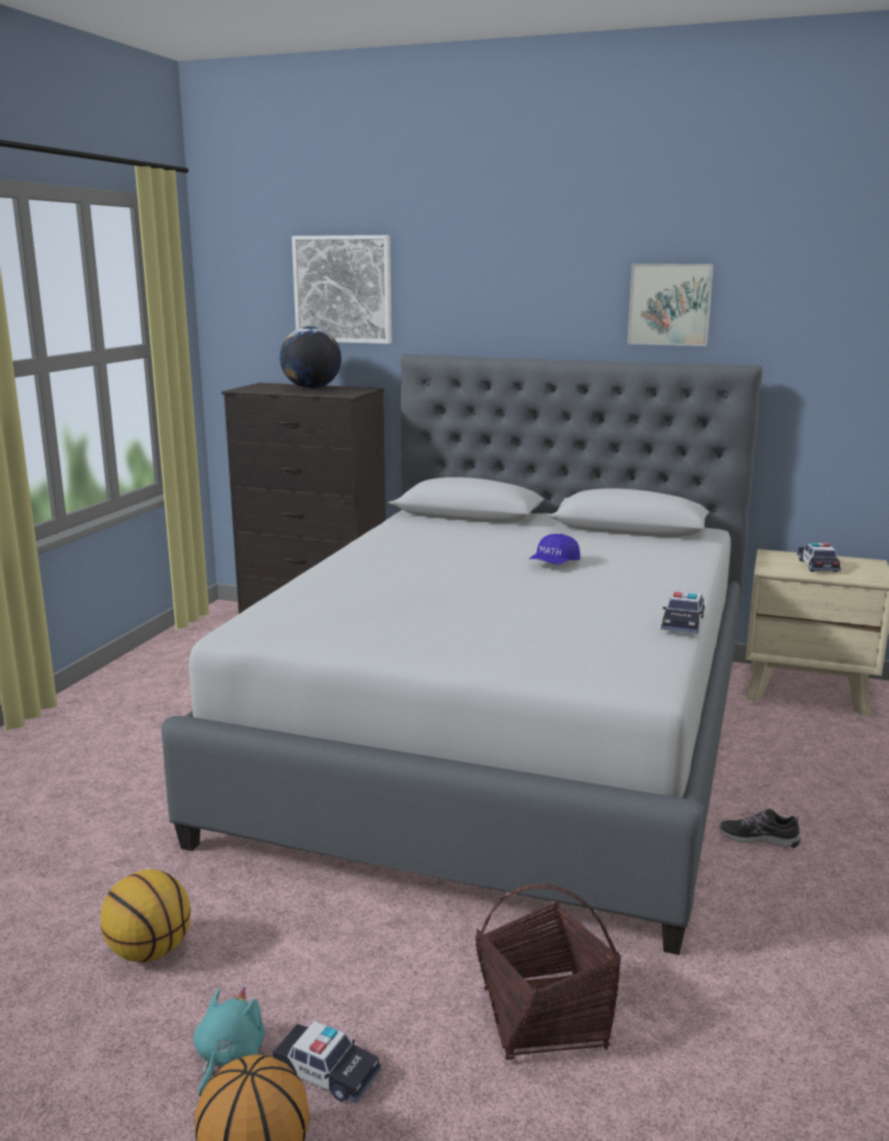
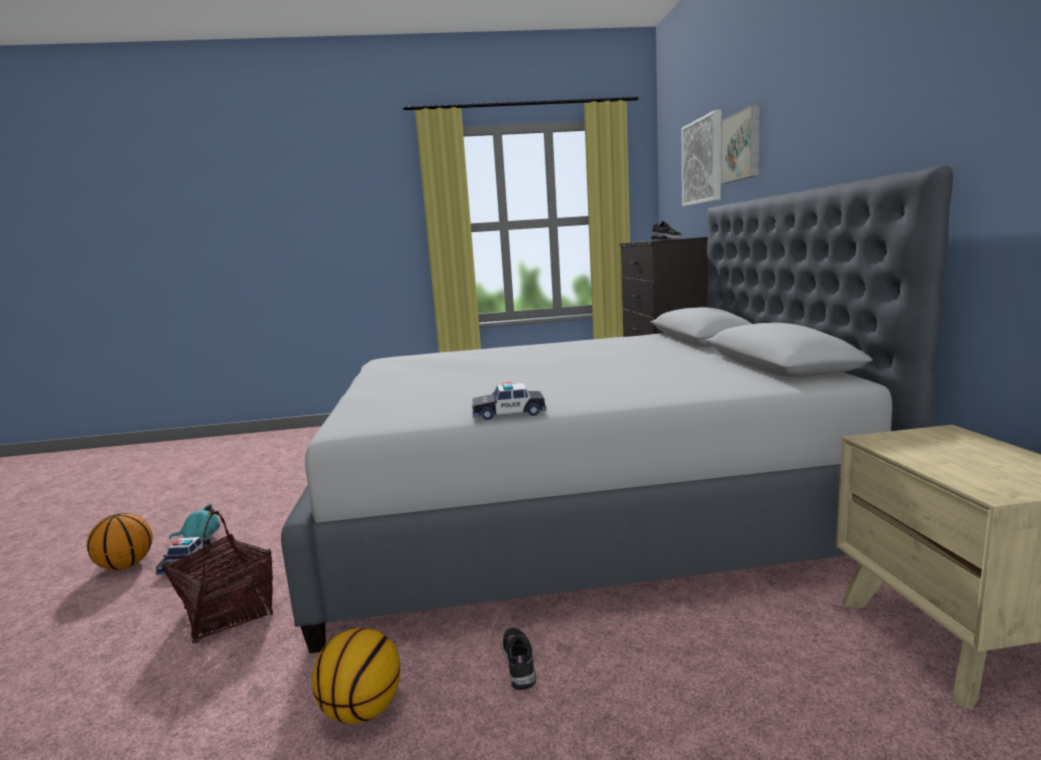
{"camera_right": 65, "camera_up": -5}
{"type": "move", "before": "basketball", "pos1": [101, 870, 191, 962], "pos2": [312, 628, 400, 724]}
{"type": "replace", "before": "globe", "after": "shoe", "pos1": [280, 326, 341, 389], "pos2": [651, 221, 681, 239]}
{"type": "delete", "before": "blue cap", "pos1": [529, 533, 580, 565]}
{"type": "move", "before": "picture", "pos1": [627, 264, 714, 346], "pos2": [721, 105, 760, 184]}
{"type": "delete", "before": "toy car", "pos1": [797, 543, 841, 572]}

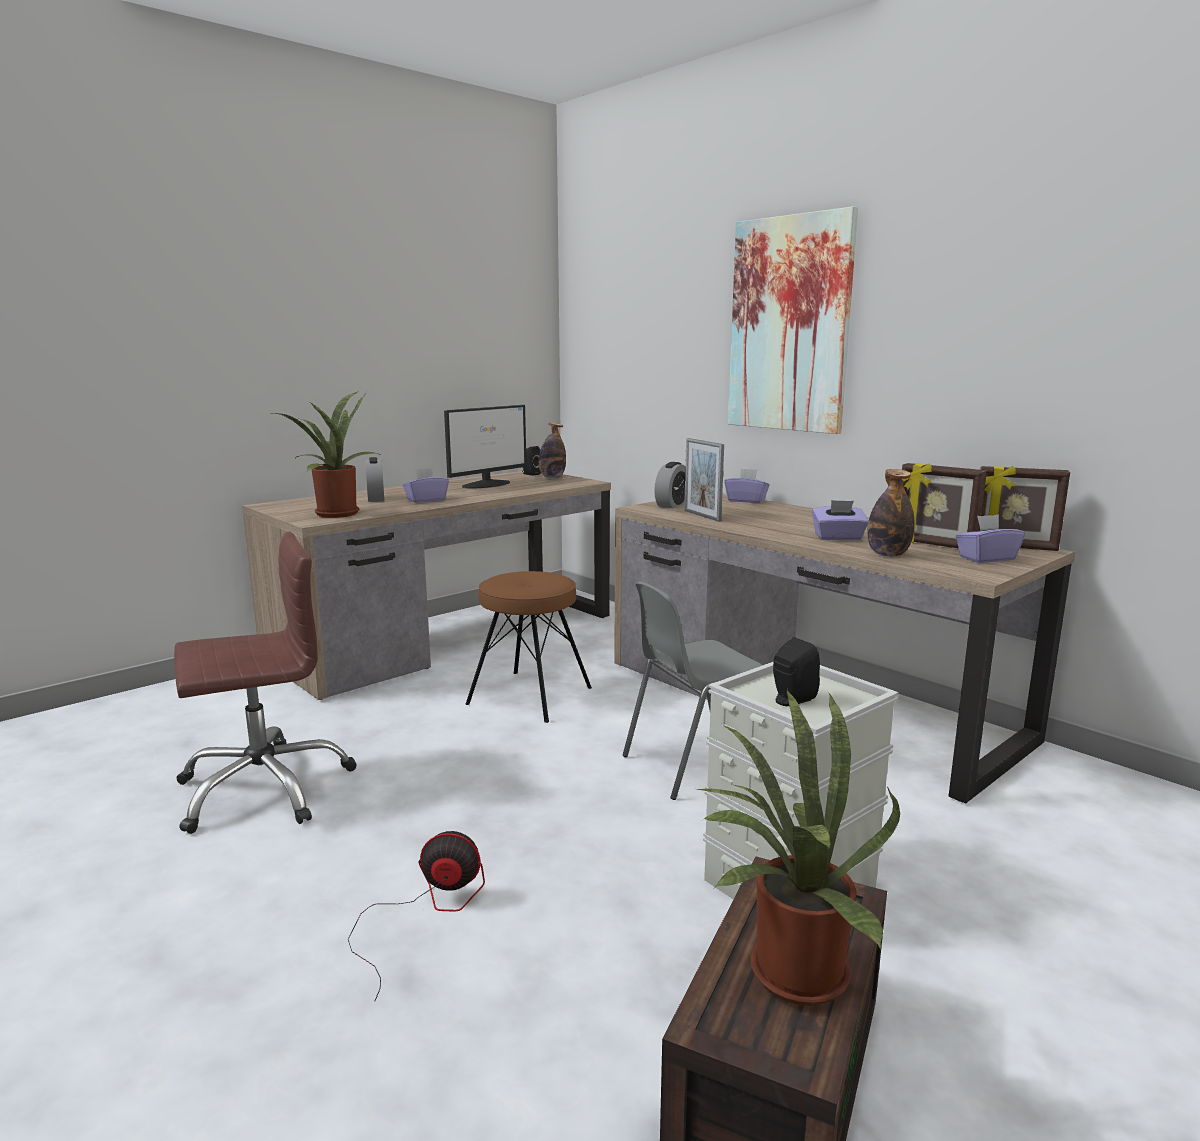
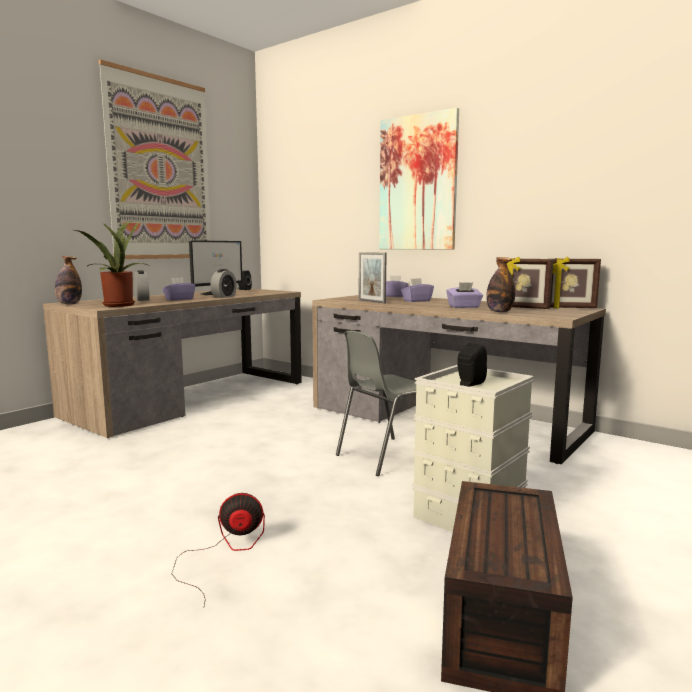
{"camera_right": -10, "camera_up": -5}
{"type": "delete", "before": "brown office chair", "pos1": [174, 532, 357, 834]}
{"type": "delete", "before": "brown stool", "pos1": [466, 571, 592, 723]}
{"type": "move", "before": "bottle", "pos1": [539, 423, 566, 478], "pos2": [55, 256, 82, 304]}
{"type": "move", "before": "alarm clock", "pos1": [654, 462, 685, 508], "pos2": [210, 269, 237, 298]}
{"type": "delete", "before": "potted plant", "pos1": [698, 689, 900, 1006]}
{"type": "move", "before": "purple tissue box", "pos1": [955, 514, 1025, 563], "pos2": [401, 278, 434, 302]}
{"type": "insert", "after": "picture", "pos2": [99, 59, 211, 259]}

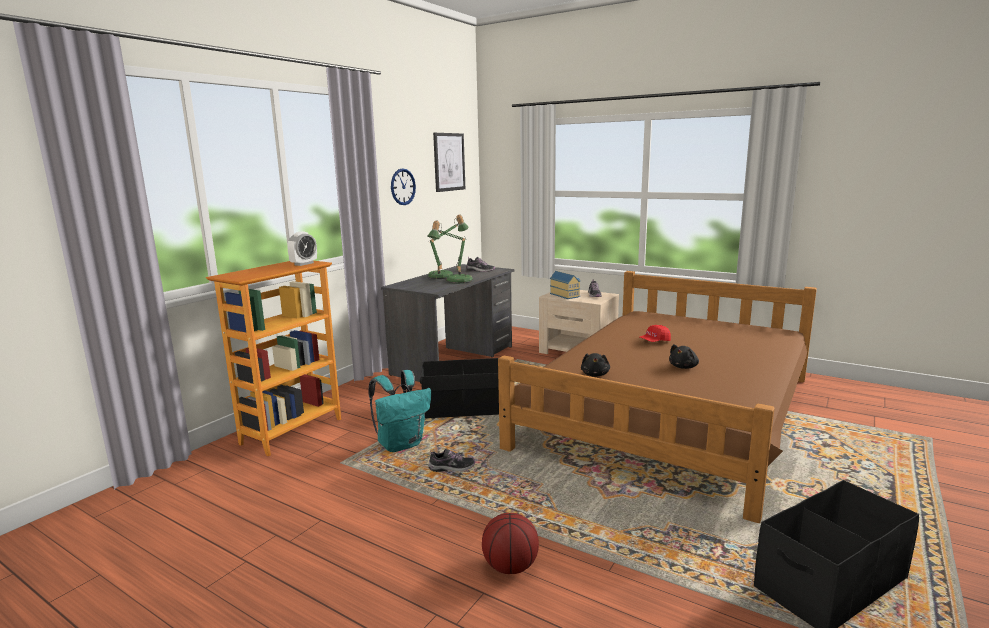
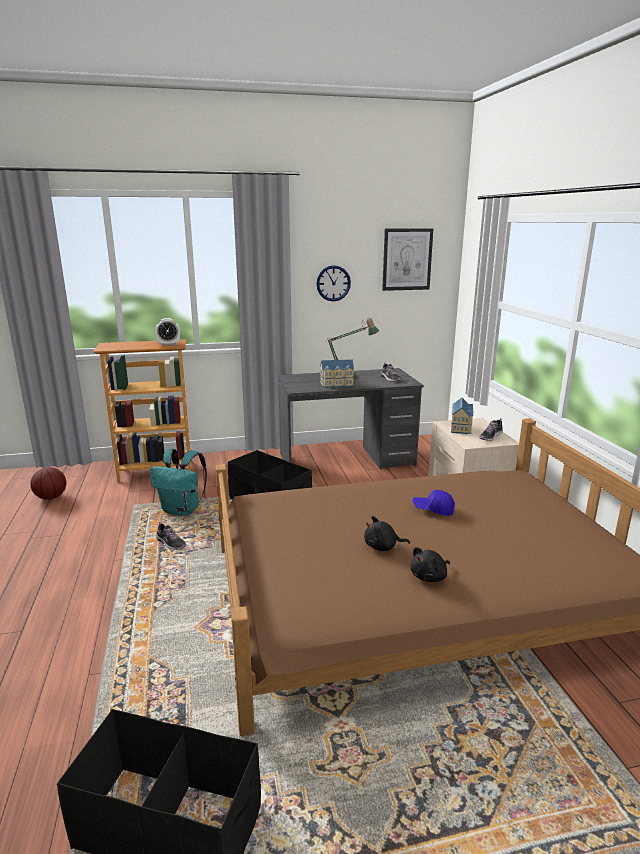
{"camera_right": 45, "camera_up": 5}
{"type": "replace", "before": "table lamp", "after": "toy house", "pos1": [428, 220, 474, 284], "pos2": [320, 359, 354, 388]}
{"type": "move", "before": "basketball", "pos1": [482, 513, 539, 574], "pos2": [30, 467, 66, 500]}
{"type": "move", "before": "black plush toy", "pos1": [581, 353, 610, 377], "pos2": [410, 547, 450, 582]}
{"type": "recolor", "before": "red cap", "after": "blue cap", "pos1": [640, 325, 671, 342], "pos2": [413, 490, 455, 516]}

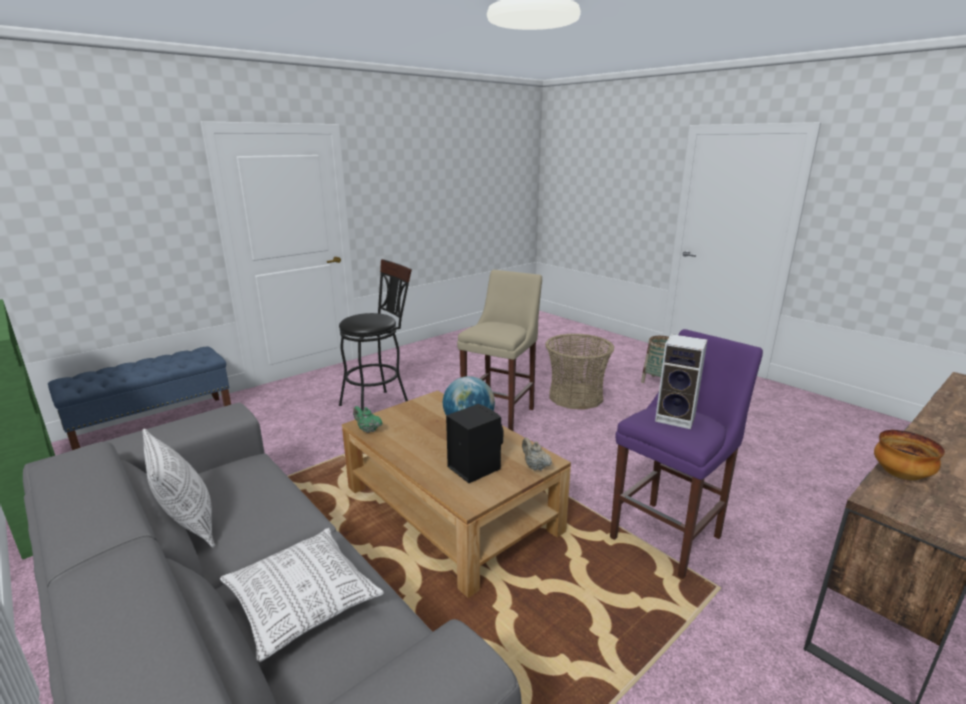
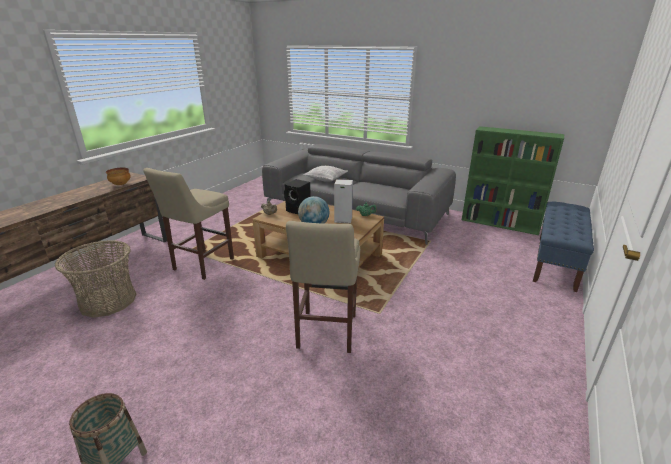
{"camera_right": 160, "camera_up": 5}
{"type": "delete", "before": "pillow", "pos1": [142, 428, 215, 548]}
{"type": "delete", "before": "black stool", "pos1": [339, 259, 412, 411]}
{"type": "move", "before": "basket", "pos1": [545, 333, 615, 410], "pos2": [55, 240, 136, 318]}
{"type": "recolor", "before": "purple stool", "after": "beige stool", "pos1": [610, 329, 763, 579], "pos2": [143, 168, 234, 280]}
{"type": "move", "before": "speaker", "pos1": [655, 334, 707, 429], "pos2": [334, 179, 353, 224]}

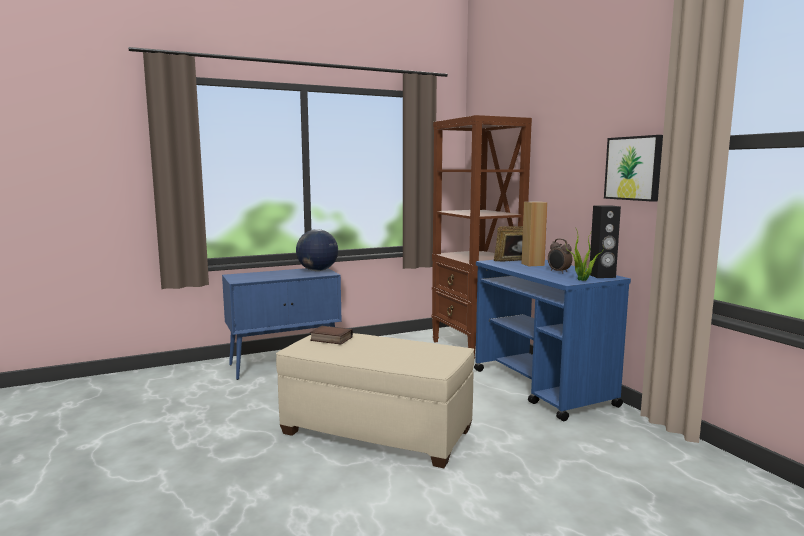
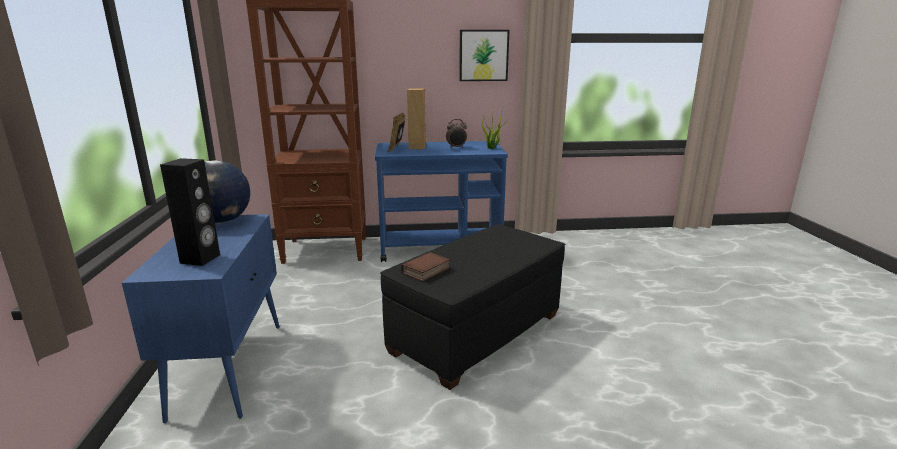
{"camera_right": -70, "camera_up": 10}
{"type": "recolor", "before": "beige ottoman", "after": "black ottoman", "pos1": [276, 333, 474, 468], "pos2": [380, 224, 566, 390]}
{"type": "move", "before": "black speaker", "pos1": [590, 205, 621, 278], "pos2": [160, 158, 220, 266]}

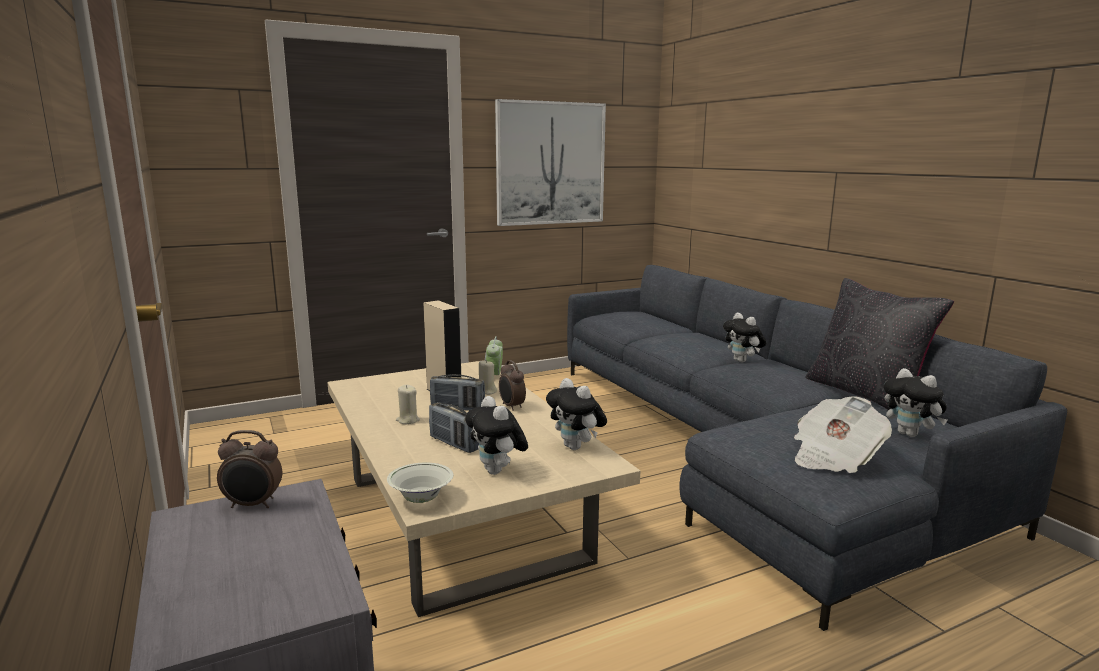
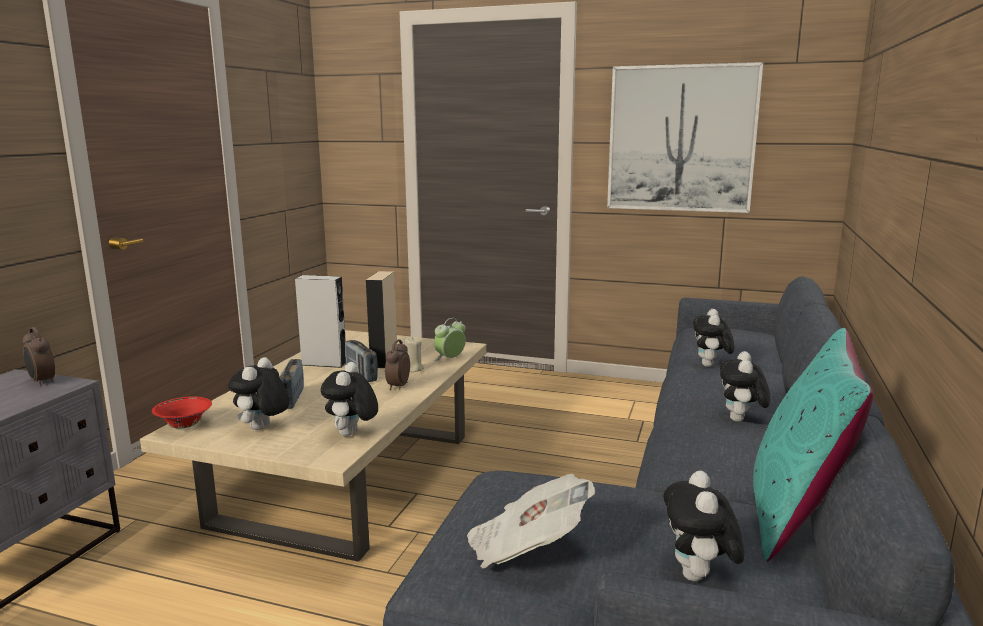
{"camera_right": 45, "camera_up": 0}
{"type": "recolor", "before": "white bowl", "after": "red bowl", "pos1": [387, 463, 453, 503], "pos2": [152, 397, 212, 428]}
{"type": "delete", "before": "beige candle", "pos1": [396, 385, 420, 424]}
{"type": "recolor", "before": "black pillow", "after": "turquoise pillow", "pos1": [805, 278, 954, 410], "pos2": [753, 328, 873, 562]}
{"type": "insert", "after": "grey speaker", "pos2": [295, 275, 346, 368]}
{"type": "insert", "after": "plush toy", "pos2": [693, 309, 734, 367]}

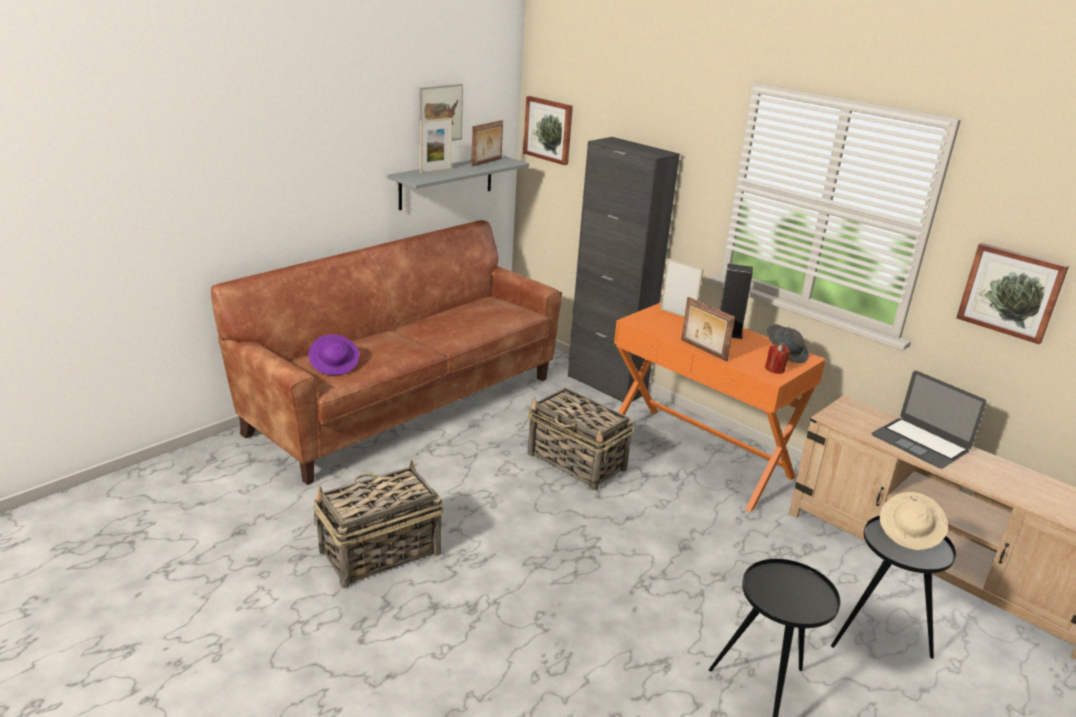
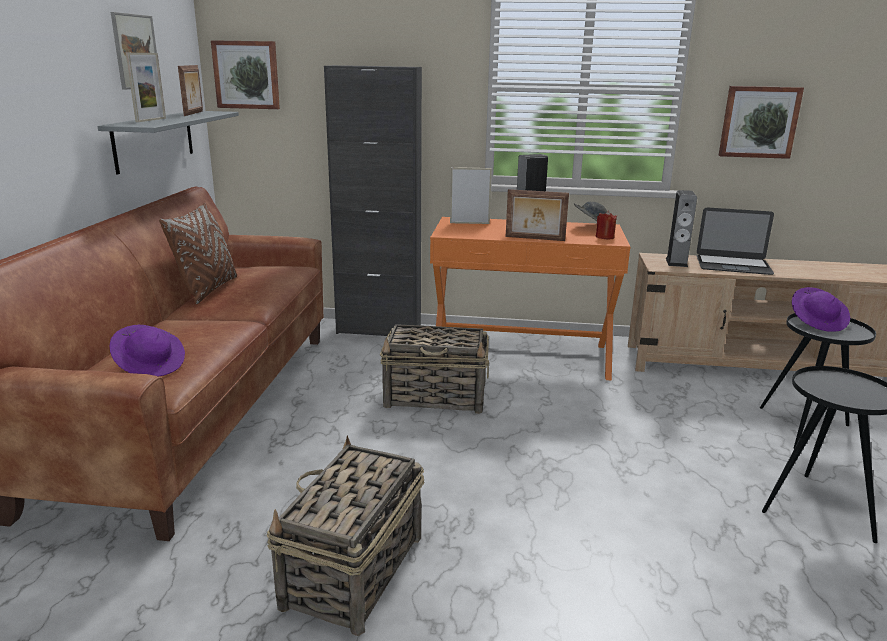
{"camera_right": -35, "camera_up": -5}
{"type": "recolor", "before": "beige hat", "after": "purple hat", "pos1": [880, 492, 948, 550], "pos2": [792, 287, 850, 332]}
{"type": "insert", "after": "brown pillow", "pos2": [159, 203, 237, 304]}
{"type": "insert", "after": "speaker", "pos2": [666, 190, 697, 267]}

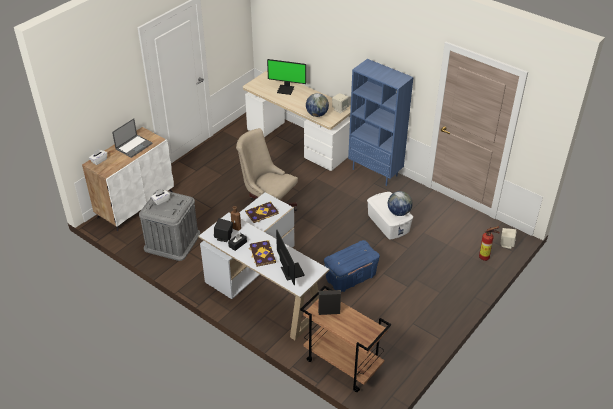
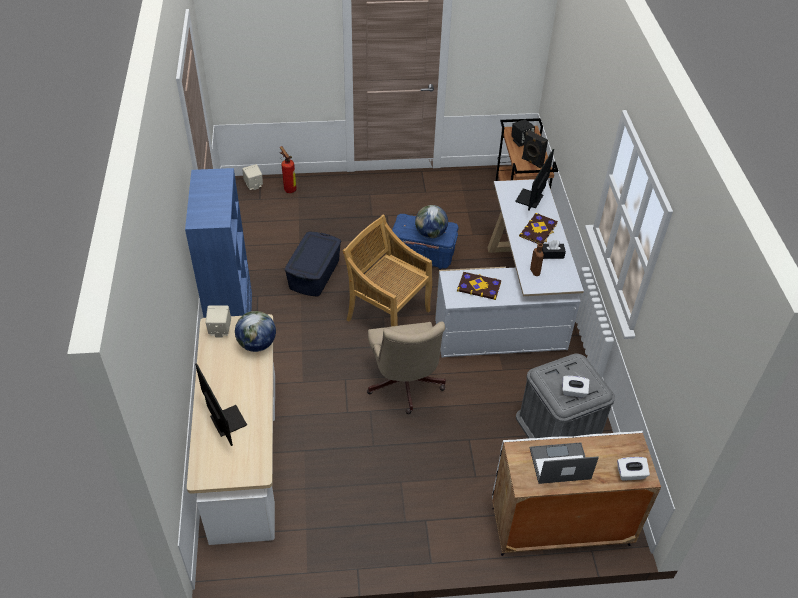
{"camera_right": -135, "camera_up": 5}
{"type": "move", "before": "black speaker", "pos1": [214, 218, 233, 242], "pos2": [511, 119, 535, 147]}
{"type": "recolor", "before": "white storage box", "after": "blue storage box", "pos1": [367, 192, 413, 239], "pos2": [284, 232, 341, 296]}
{"type": "move", "before": "globe", "pos1": [388, 191, 413, 216], "pos2": [415, 205, 448, 238]}
{"type": "insert", "after": "beige chair", "pos2": [342, 215, 432, 327]}

